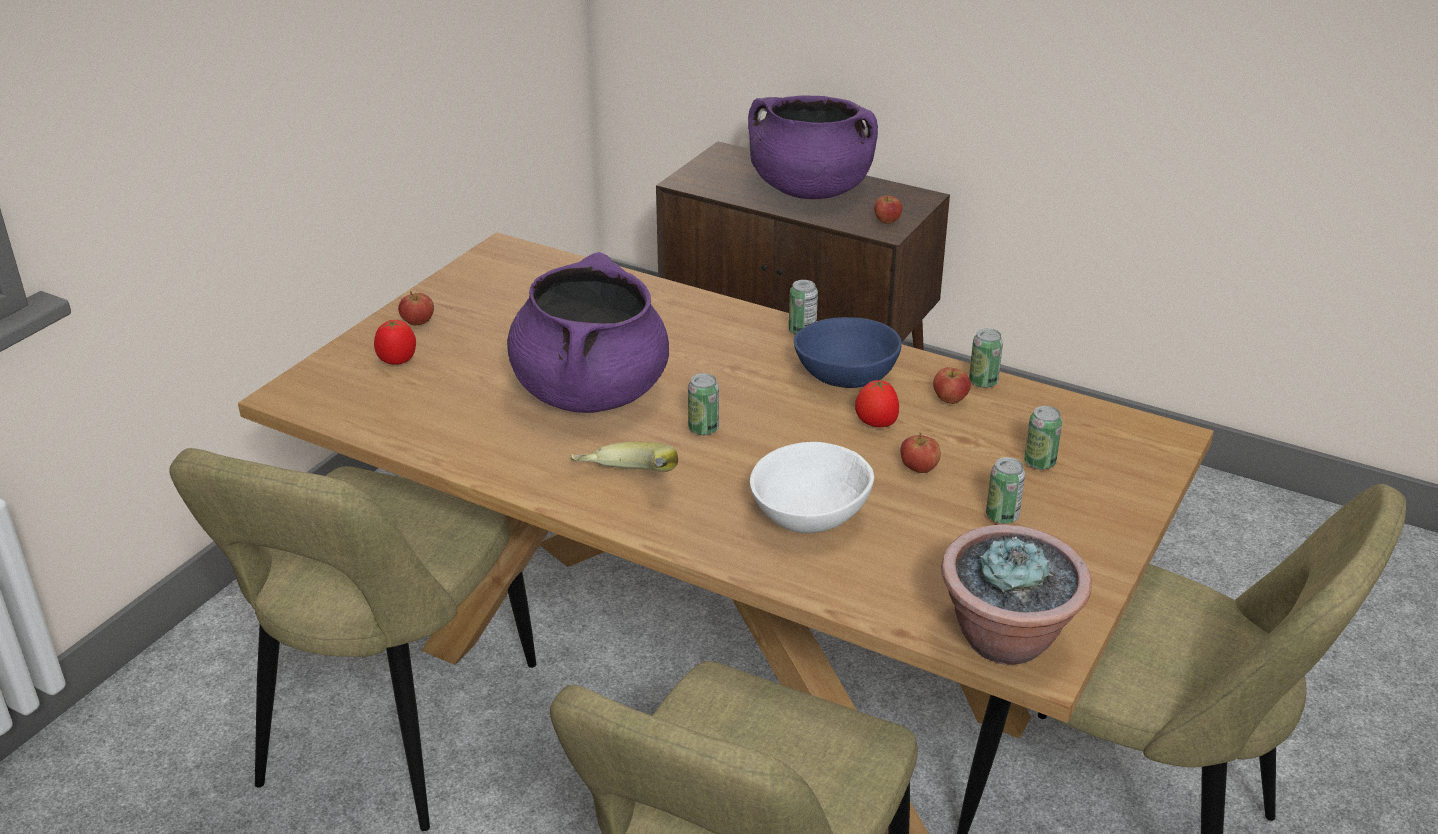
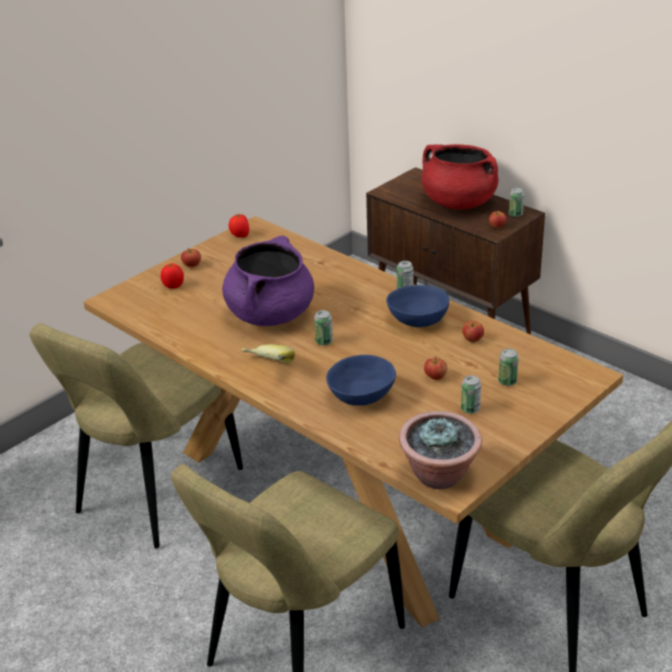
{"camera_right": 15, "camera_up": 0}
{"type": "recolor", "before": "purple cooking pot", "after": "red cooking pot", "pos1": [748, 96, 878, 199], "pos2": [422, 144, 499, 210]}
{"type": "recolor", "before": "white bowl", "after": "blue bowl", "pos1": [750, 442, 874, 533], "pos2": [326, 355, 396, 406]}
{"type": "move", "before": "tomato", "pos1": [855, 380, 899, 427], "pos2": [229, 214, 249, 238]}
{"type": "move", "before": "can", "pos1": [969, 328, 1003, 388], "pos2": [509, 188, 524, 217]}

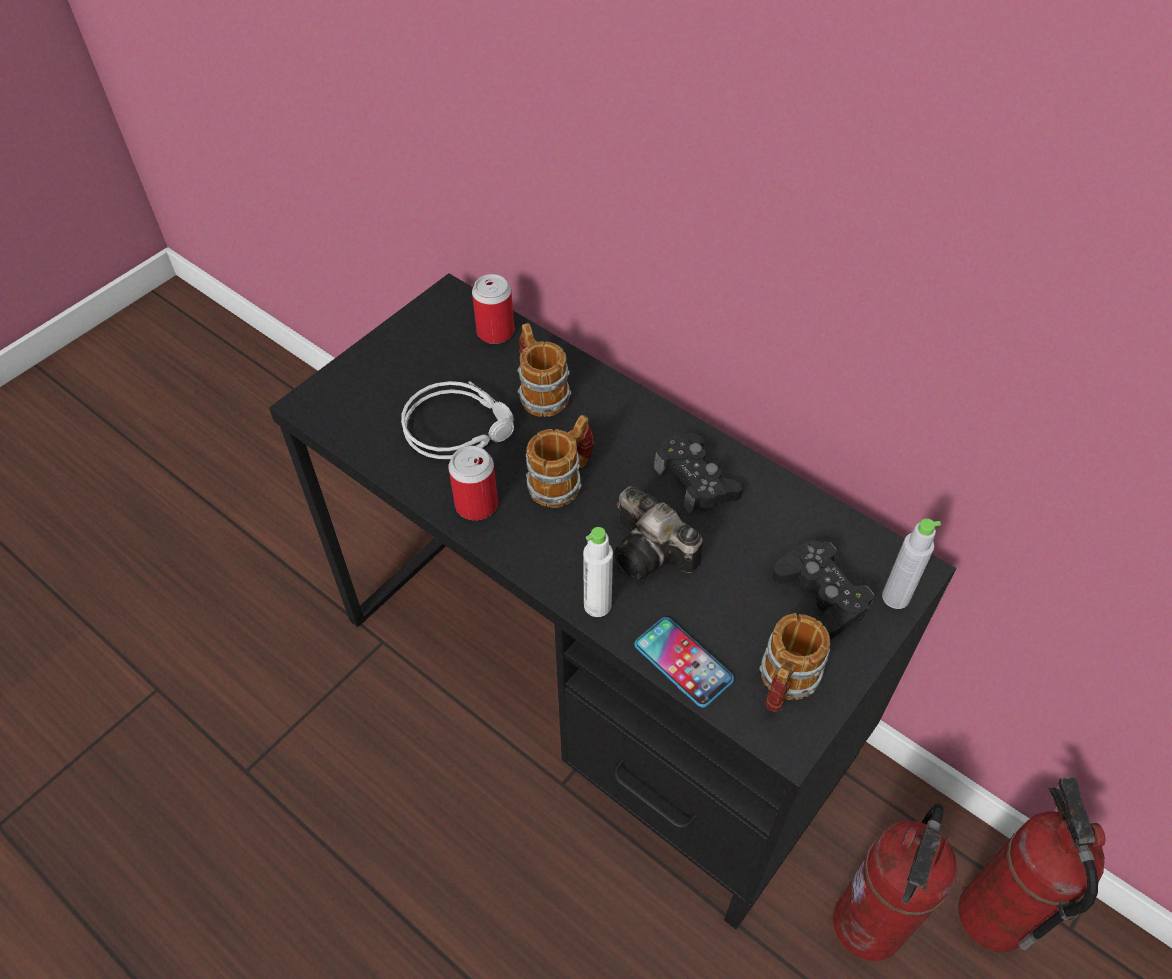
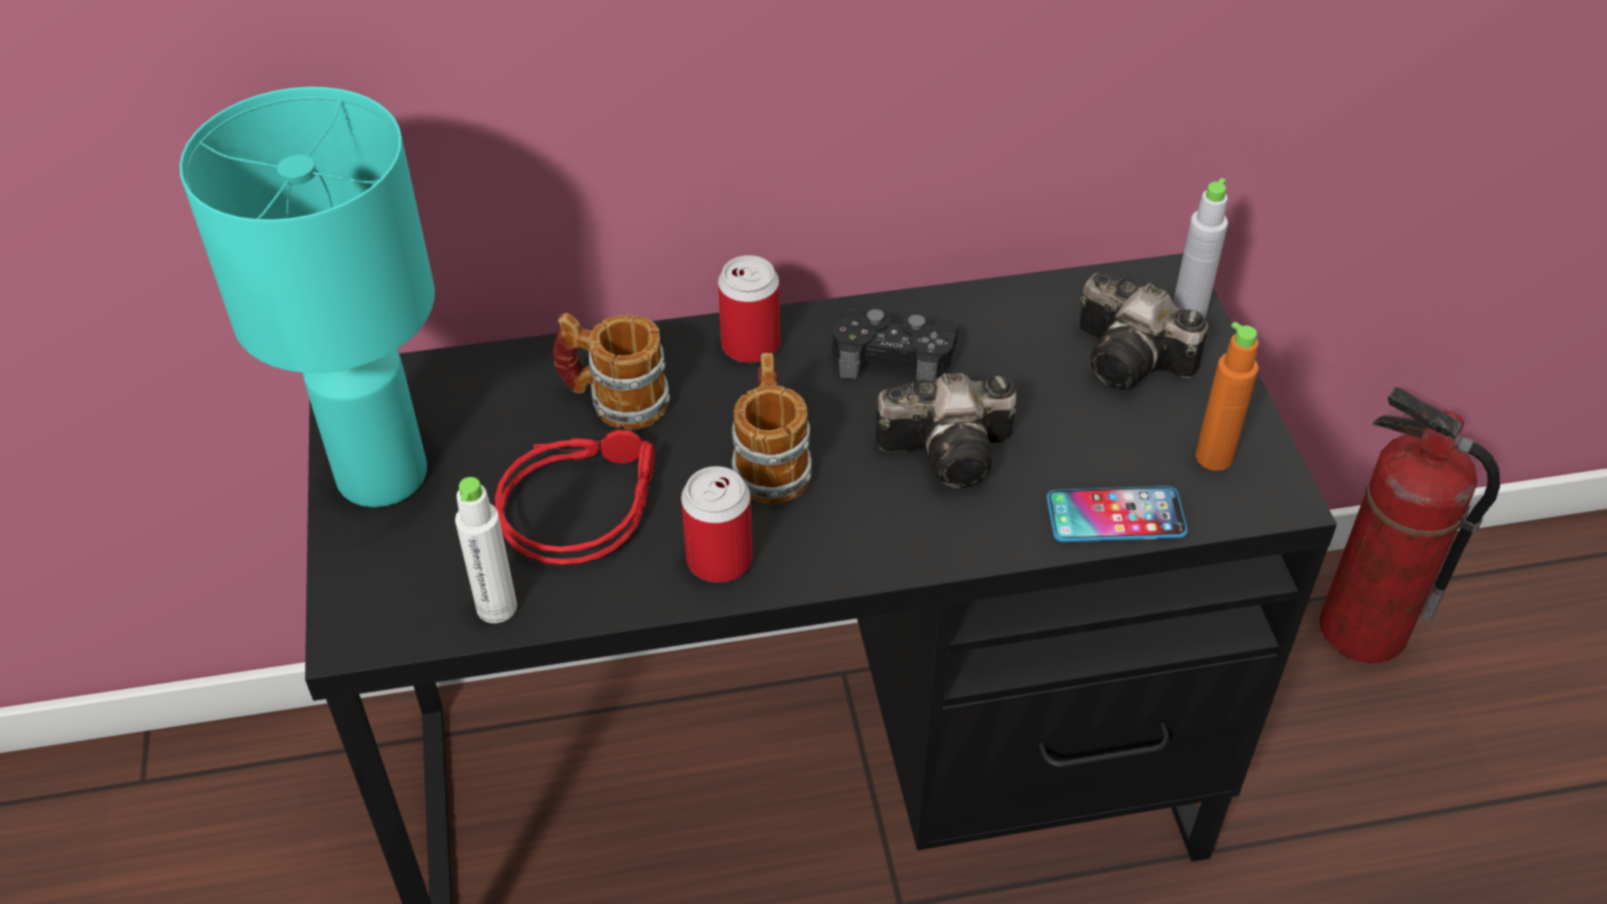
{"camera_right": -50, "camera_up": -5}
{"type": "recolor", "before": "grey headphones", "after": "red headphones", "pos1": [401, 381, 514, 459], "pos2": [495, 430, 655, 565]}
{"type": "move", "before": "can", "pos1": [472, 274, 514, 344], "pos2": [718, 255, 780, 363]}
{"type": "move", "before": "white bottle", "pos1": [583, 527, 613, 617], "pos2": [455, 477, 517, 623]}
{"type": "replace", "before": "mug", "after": "orange bottle", "pos1": [759, 613, 830, 712], "pos2": [1195, 322, 1259, 471]}
{"type": "replace", "before": "black game controller", "after": "photo camera", "pos1": [773, 540, 874, 639], "pos2": [1079, 273, 1208, 390]}
{"type": "delete", "before": "fire extinguisher", "pos1": [833, 804, 958, 961]}
{"type": "insert", "after": "turquoise table lamp", "pos2": [179, 87, 435, 507]}

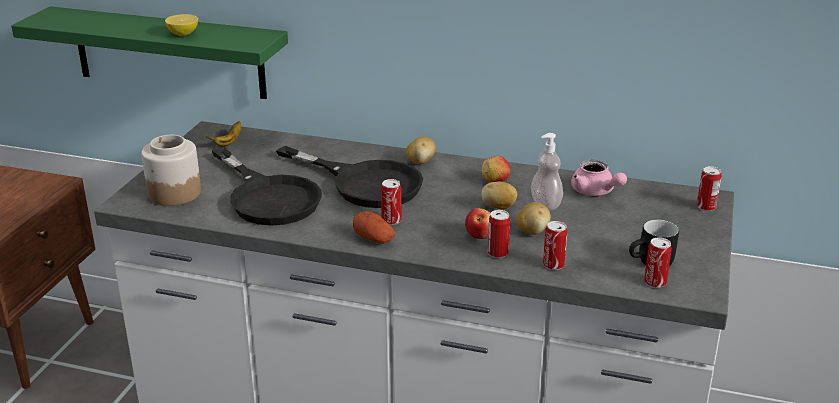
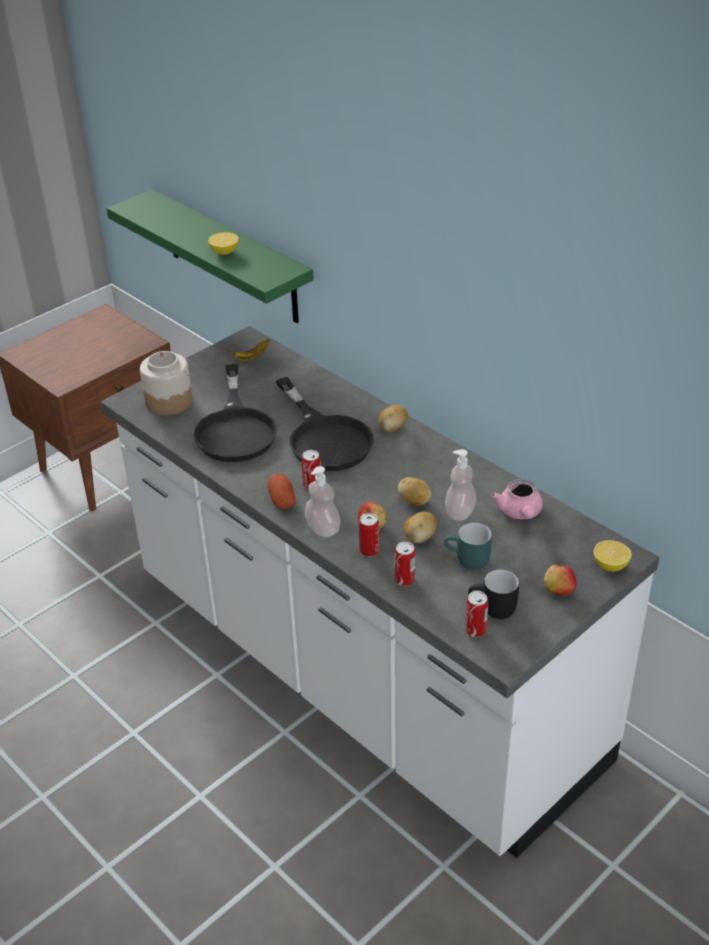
{"camera_right": 30, "camera_up": 10}
{"type": "move", "before": "apple", "pos1": [481, 156, 511, 182], "pos2": [544, 565, 577, 596]}
{"type": "replace", "before": "can", "after": "lemon", "pos1": [697, 166, 722, 211], "pos2": [594, 540, 632, 572]}
{"type": "insert", "after": "soap dispenser", "pos2": [305, 466, 341, 537]}
{"type": "insert", "after": "turquoise mug", "pos2": [444, 523, 492, 570]}

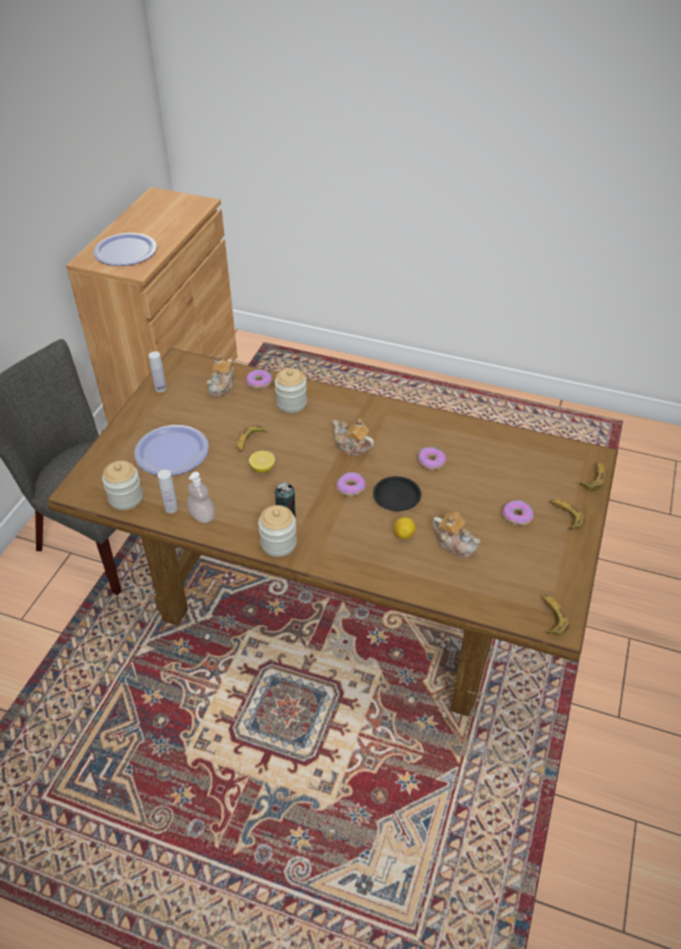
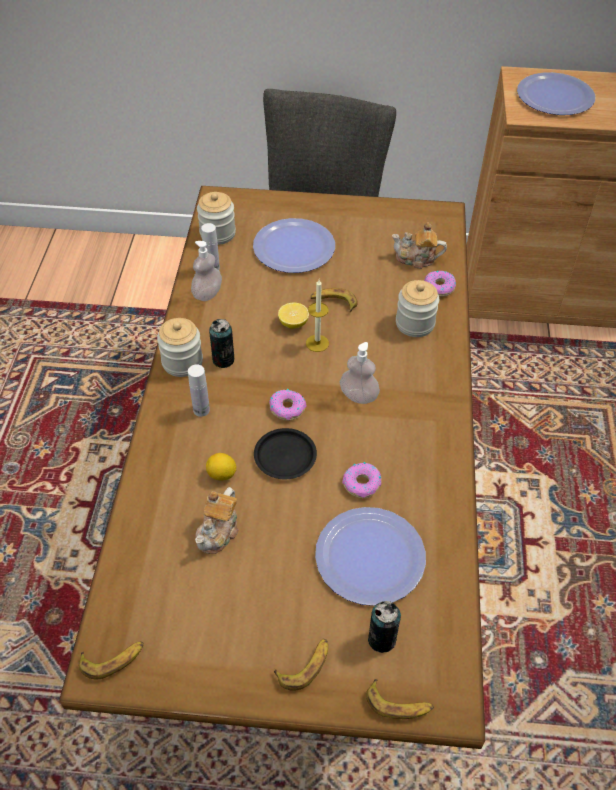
{"camera_right": 75, "camera_up": 5}
{"type": "move", "before": "white bottle", "pos1": [149, 351, 167, 392], "pos2": [188, 364, 210, 417]}
{"type": "replace", "before": "teapot", "after": "soap dispenser", "pos1": [333, 418, 374, 456], "pos2": [340, 342, 380, 404]}
{"type": "delete", "before": "donut", "pos1": [503, 500, 534, 526]}
{"type": "insert", "after": "candle", "pos2": [306, 280, 329, 352]}
{"type": "insert", "after": "plate", "pos2": [315, 507, 426, 606]}
{"type": "insert", "after": "can", "pos2": [368, 601, 401, 653]}

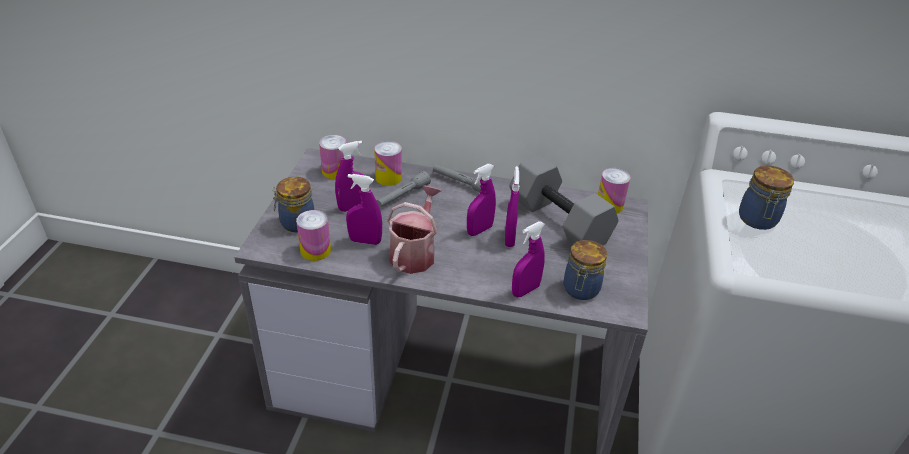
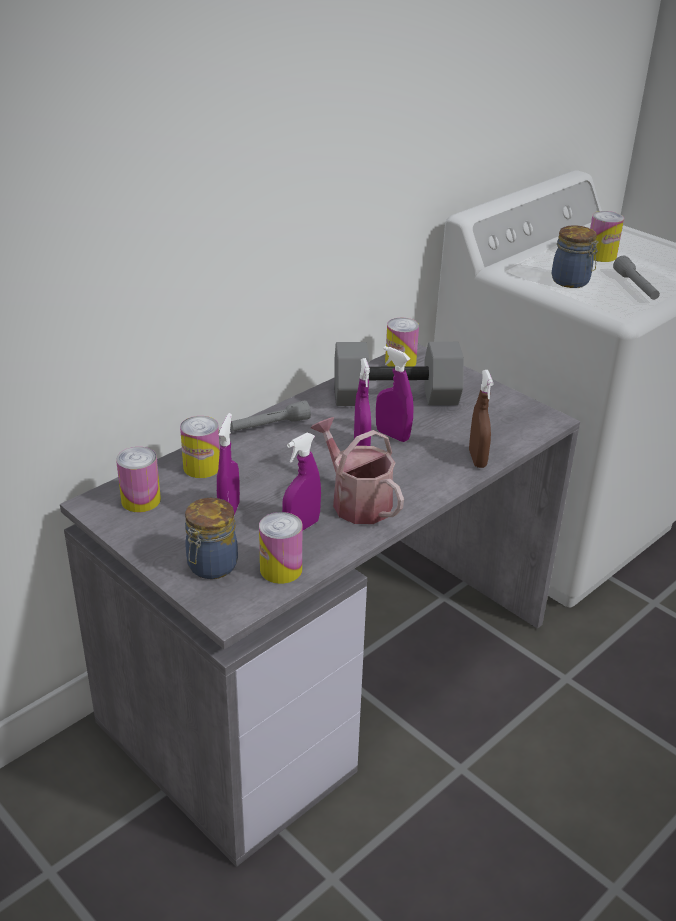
{"camera_right": -55, "camera_up": -5}
{"type": "move", "before": "grey flashlight", "pos1": [377, 171, 431, 208], "pos2": [613, 256, 660, 300]}
{"type": "recolor", "before": "purple spray bottle", "after": "brown spray bottle", "pos1": [512, 221, 545, 297], "pos2": [469, 370, 493, 468]}
{"type": "delete", "before": "jar", "pos1": [563, 240, 607, 300]}
{"type": "insert", "after": "can", "pos2": [590, 211, 624, 262]}

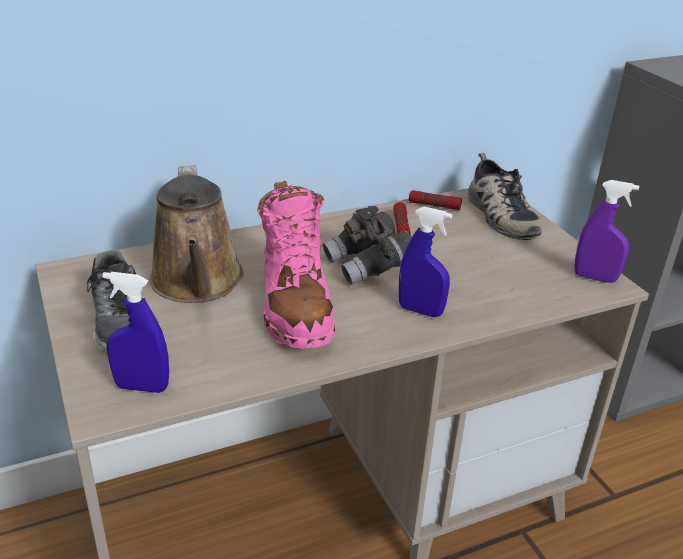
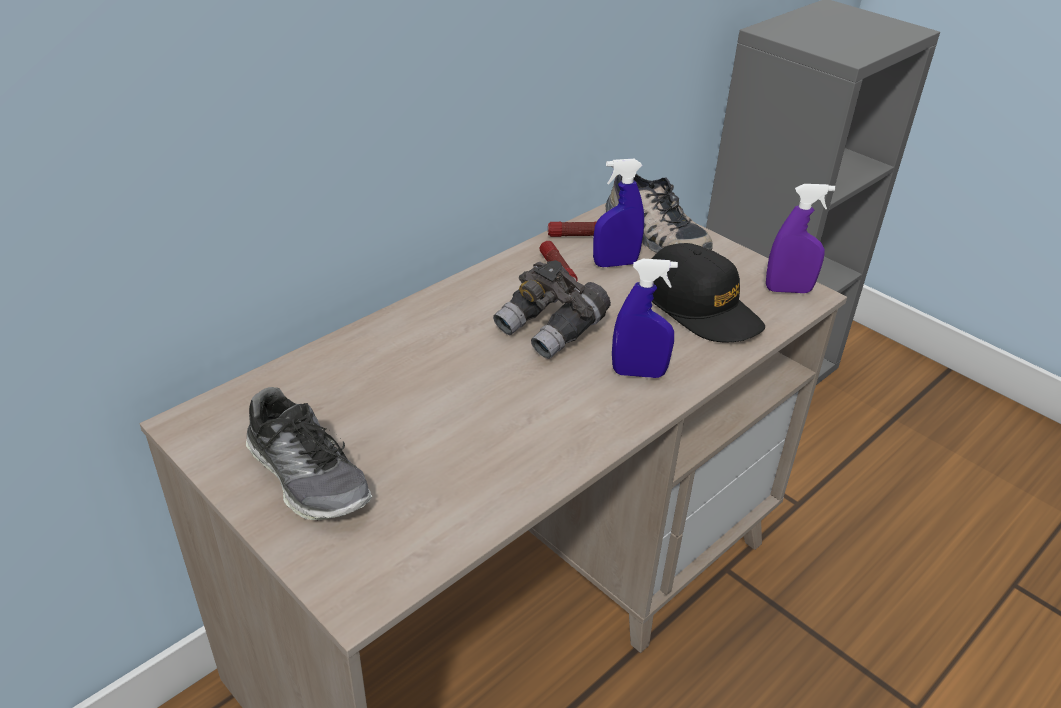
{"camera_right": -20, "camera_up": 5}
{"type": "move", "before": "blue spray bottle", "pos1": [102, 272, 169, 393], "pos2": [593, 159, 644, 267]}
{"type": "delete", "before": "brown watering can", "pos1": [150, 165, 244, 303]}
{"type": "delete", "before": "pink boot", "pos1": [257, 181, 336, 349]}
{"type": "insert", "after": "black cap", "pos2": [652, 243, 765, 342]}

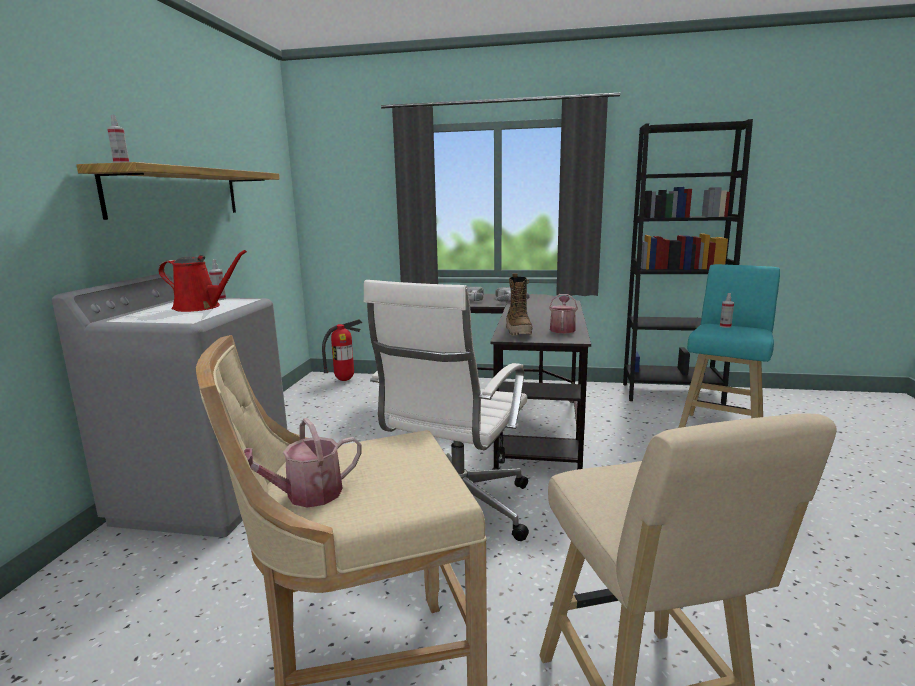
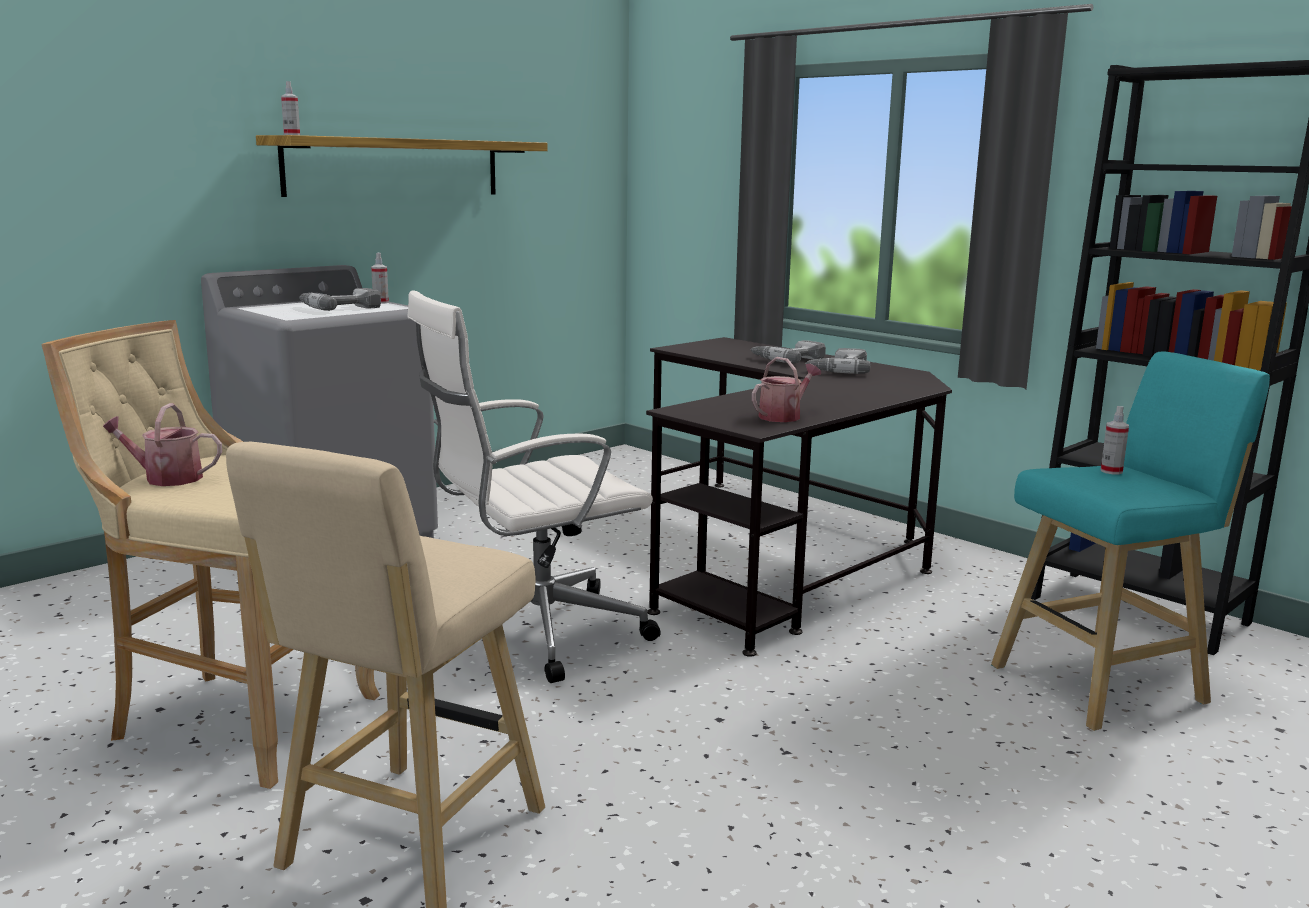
{"camera_right": 35, "camera_up": 0}
{"type": "replace", "before": "red watering can", "after": "power drill", "pos1": [158, 250, 247, 312], "pos2": [299, 288, 381, 311]}
{"type": "delete", "before": "fire extinguisher", "pos1": [322, 319, 362, 381]}
{"type": "delete", "before": "boot", "pos1": [506, 273, 532, 336]}

